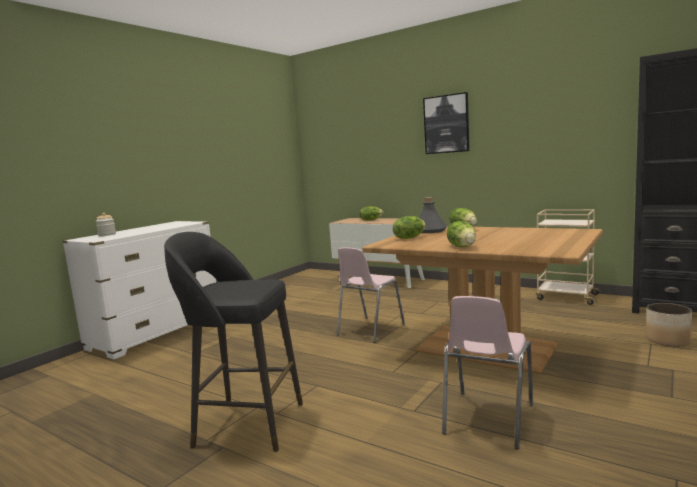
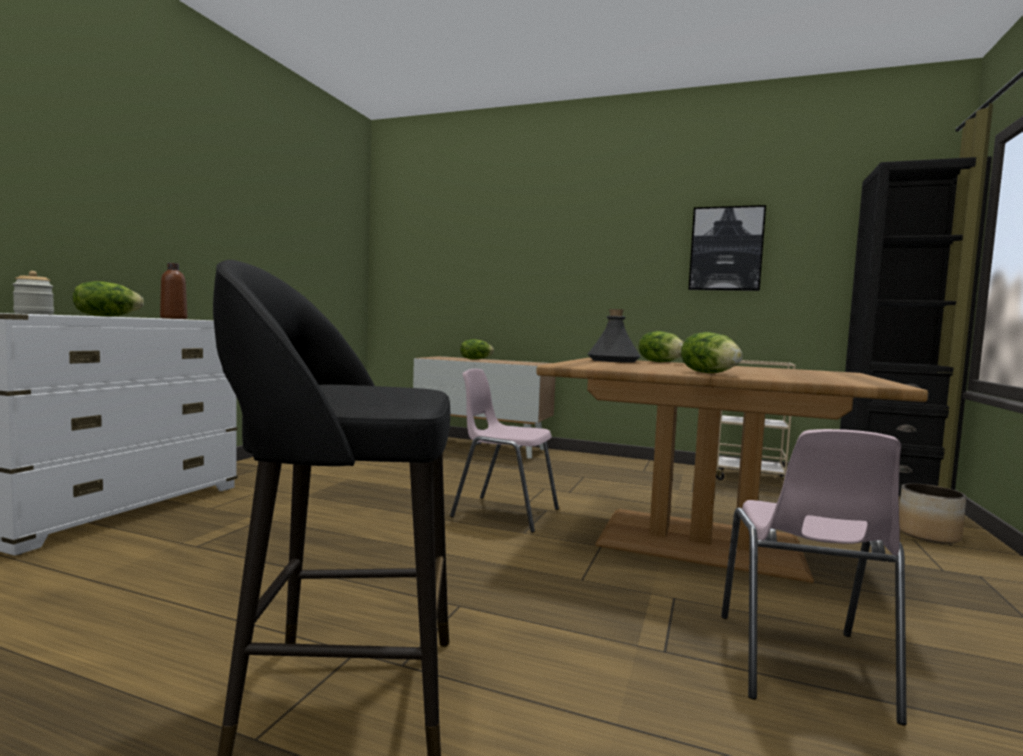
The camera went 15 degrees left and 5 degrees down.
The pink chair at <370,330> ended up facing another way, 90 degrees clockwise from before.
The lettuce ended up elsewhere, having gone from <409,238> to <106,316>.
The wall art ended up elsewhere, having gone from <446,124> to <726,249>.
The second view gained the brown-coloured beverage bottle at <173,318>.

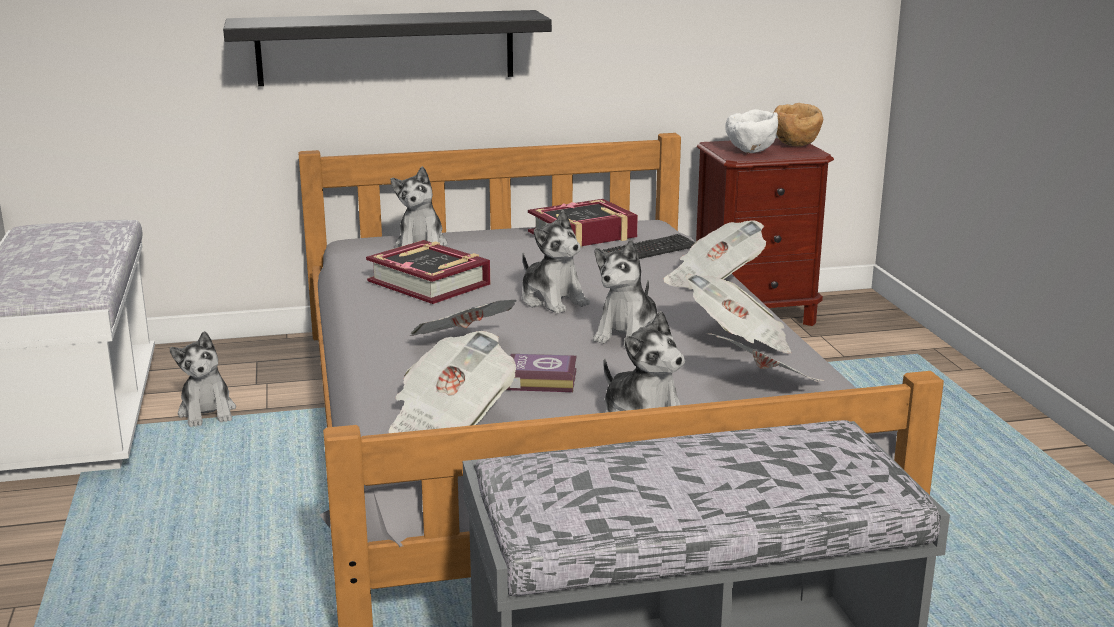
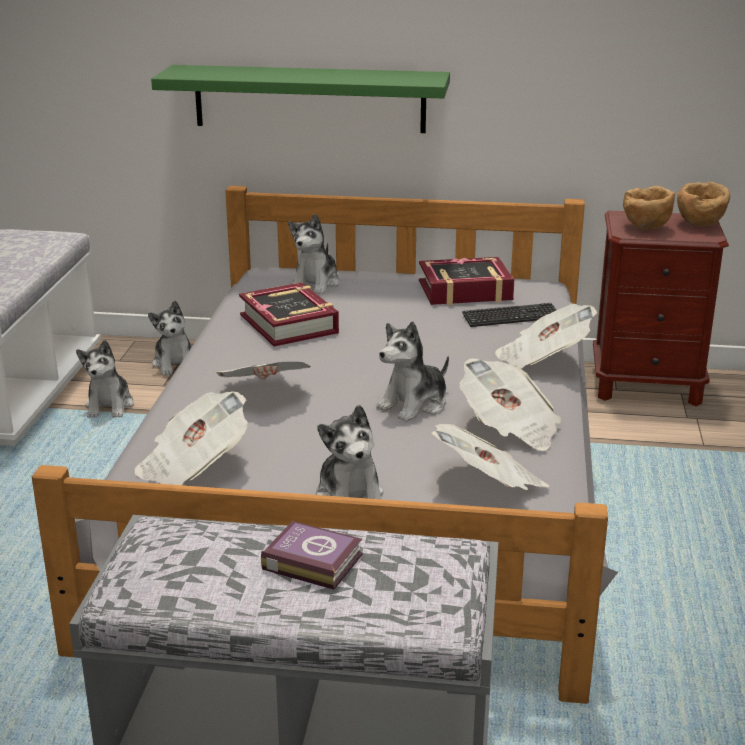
The camera went 20 degrees right and 5 degrees up.
What was the black-coloured shelf at <386,47> turned into the green shelf at <309,98>.
The bound book ended up elsewhere, having gone from <539,379> to <311,560>.
The cuddly toy ended up elsewhere, having gone from <553,300> to <175,364>.
What was the white serving bowl at <751,152> turned into the brown-coloured serving bowl at <646,228>.

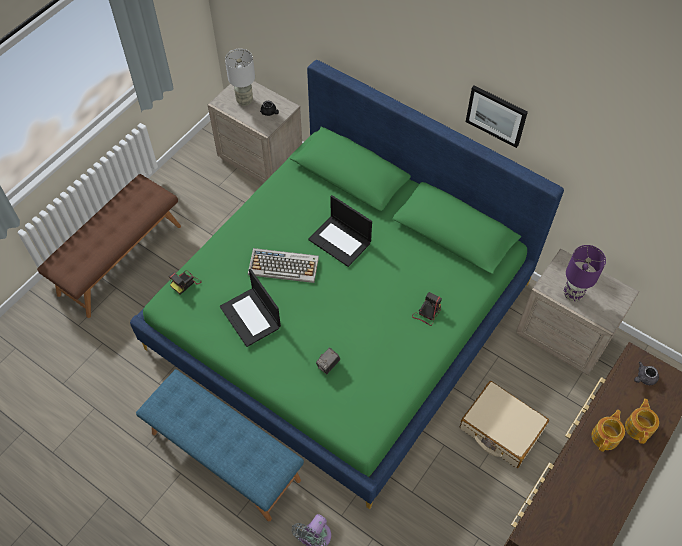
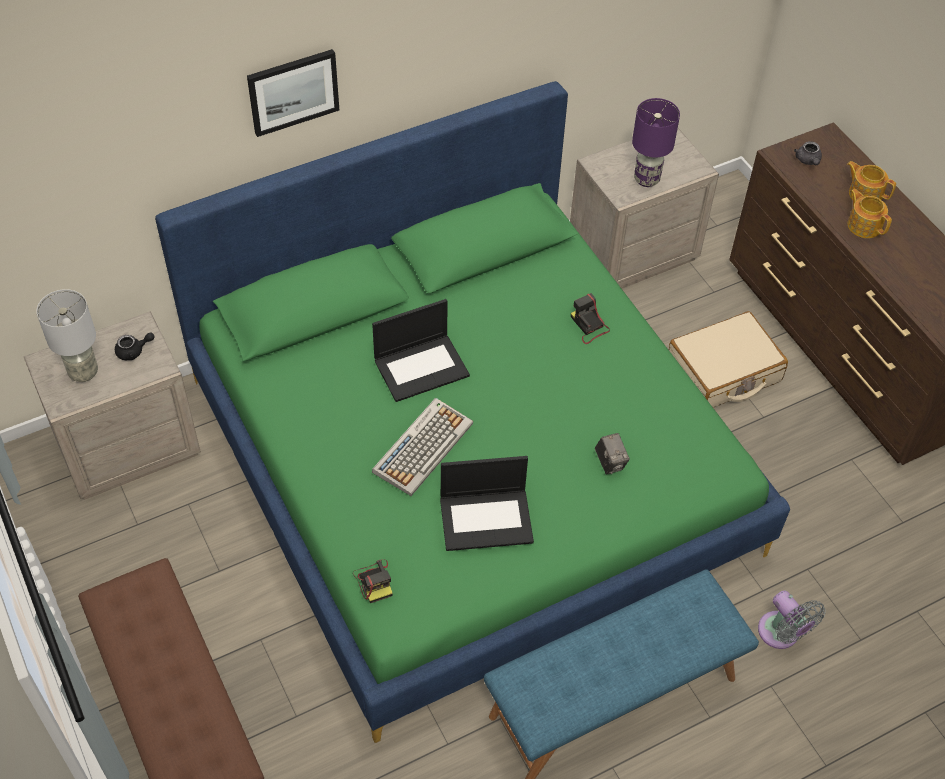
The camera went 65 degrees left and 5 degrees down.
The wall art ended up elsewhere, having gone from <496,115> to <293,91>.

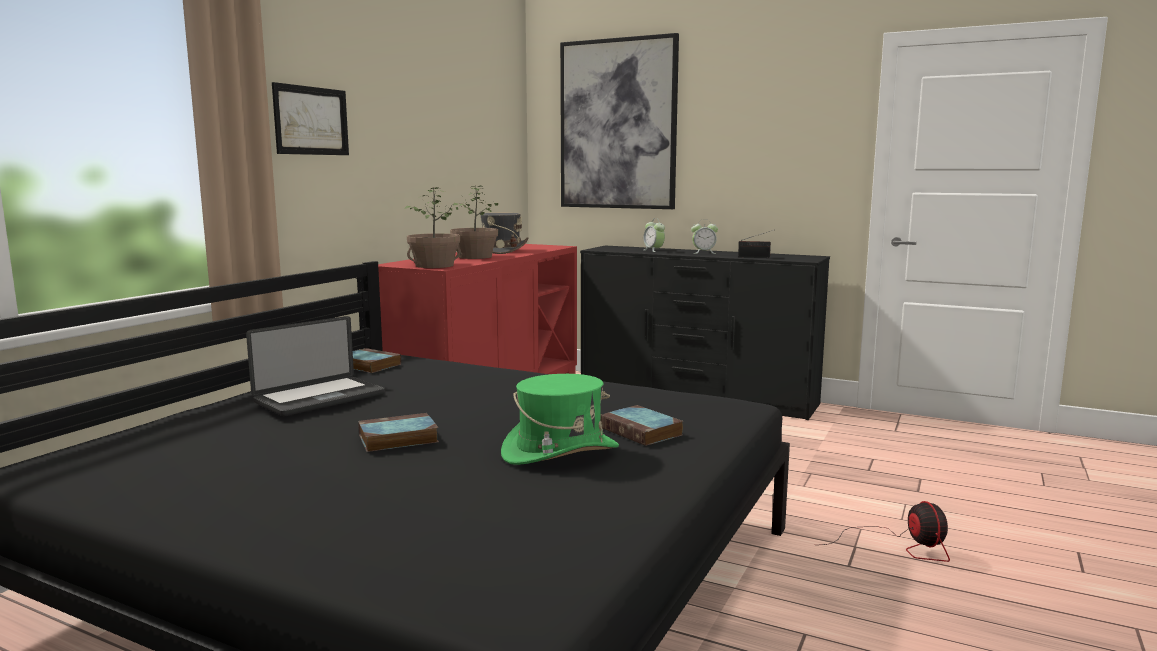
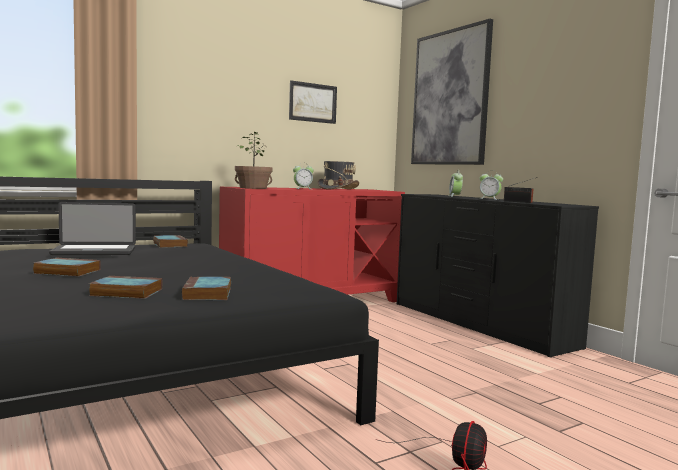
The camera went 30 degrees right and 5 degrees down.
The wall art ended up elsewhere, having gone from <311,121> to <313,102>.
Where the houseplant stood at <474,257>, the table clock came to stand at <303,188>.
Where the green hat stood at <560,451>, the bound book came to stand at <125,292>.

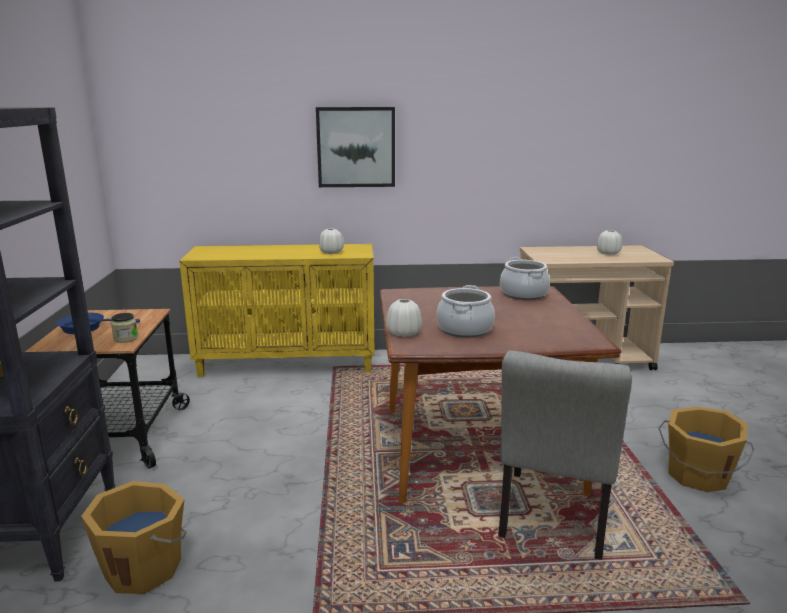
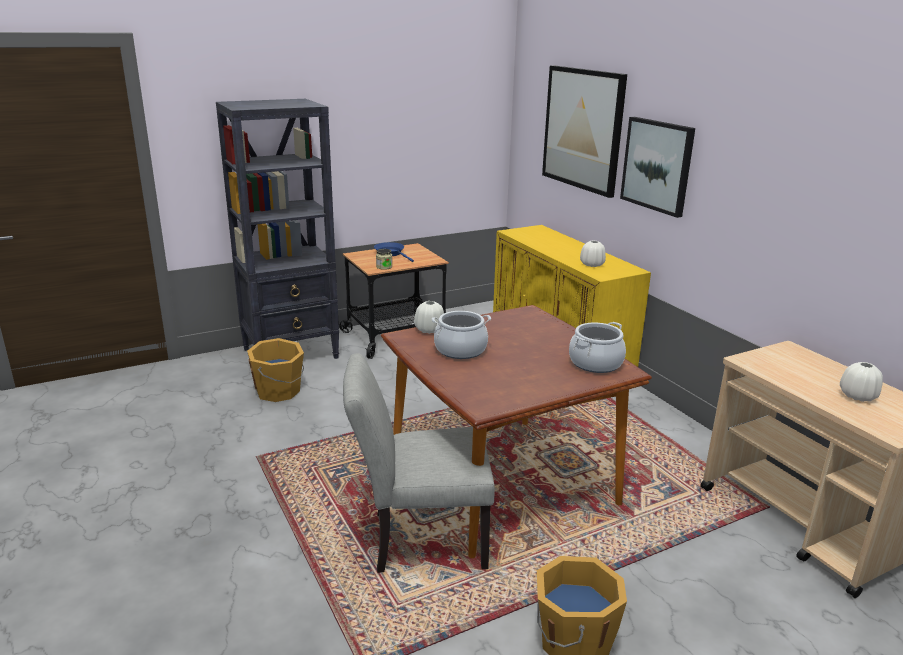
The camera went 65 degrees right and 5 degrees up.
The second view gained the wall art at <583,129>.

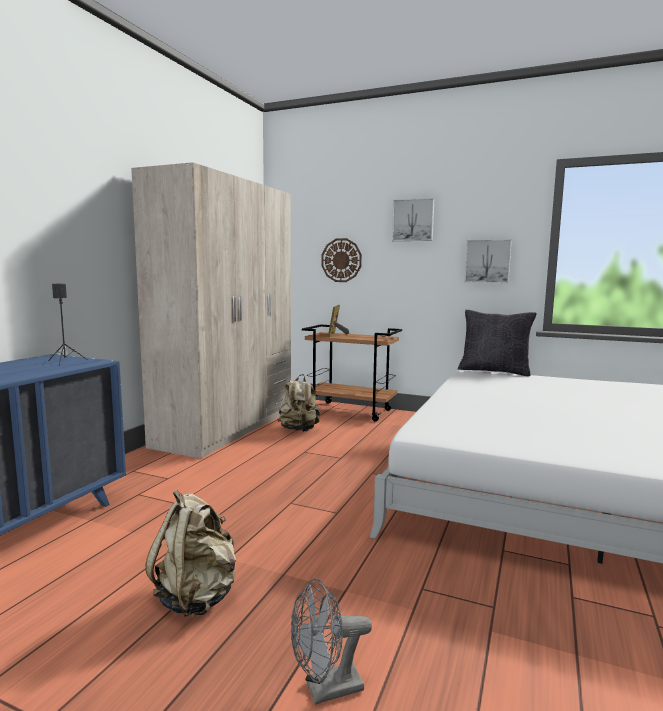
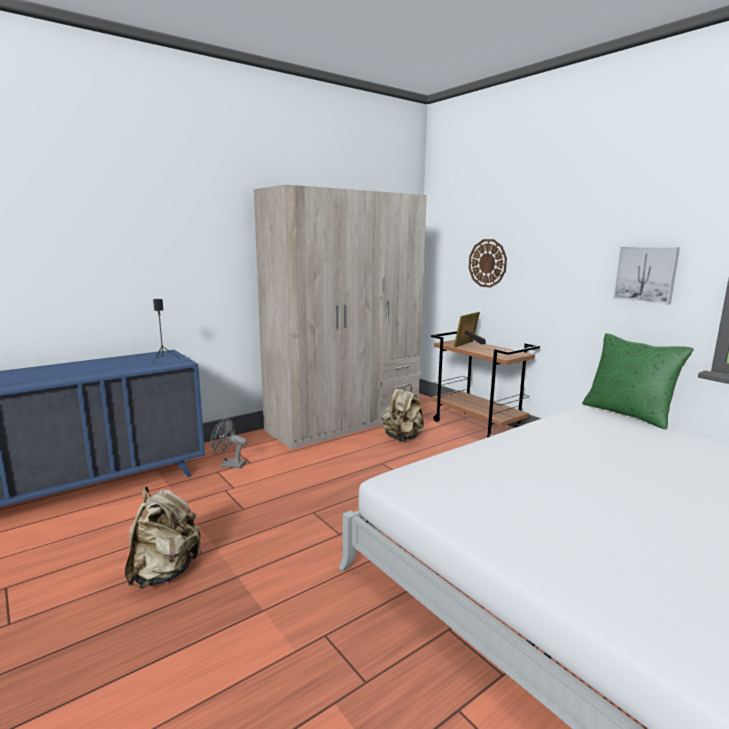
The camera went 30 degrees right and 5 degrees up.
The grey fan ended up elsewhere, having gone from <326,690> to <229,464>.
The second view lost the wall art at <413,220>.
What was the black-coloured pillow at <494,371> turned into the green pillow at <628,414>.

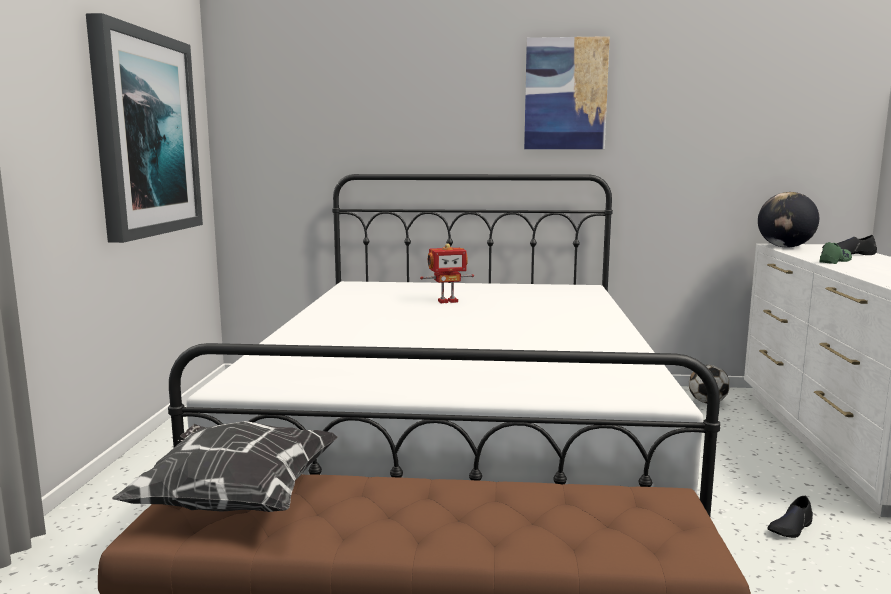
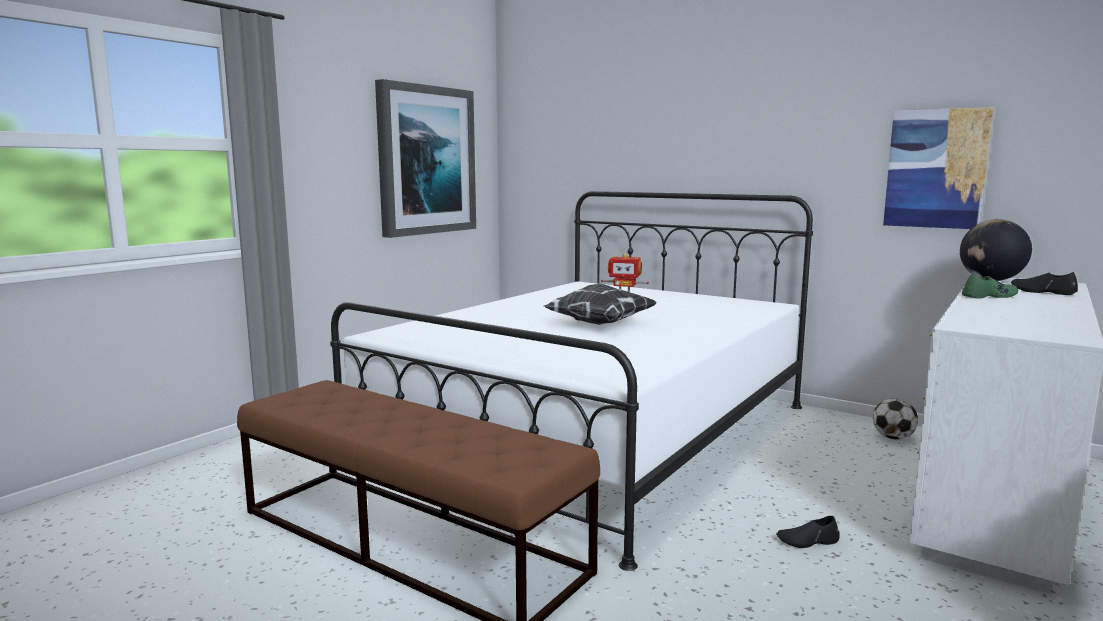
The camera went 30 degrees right and 0 degrees up.
The pillow ended up elsewhere, having gone from <235,500> to <599,324>.
The wall art ended up elsewhere, having gone from <565,94> to <936,169>.

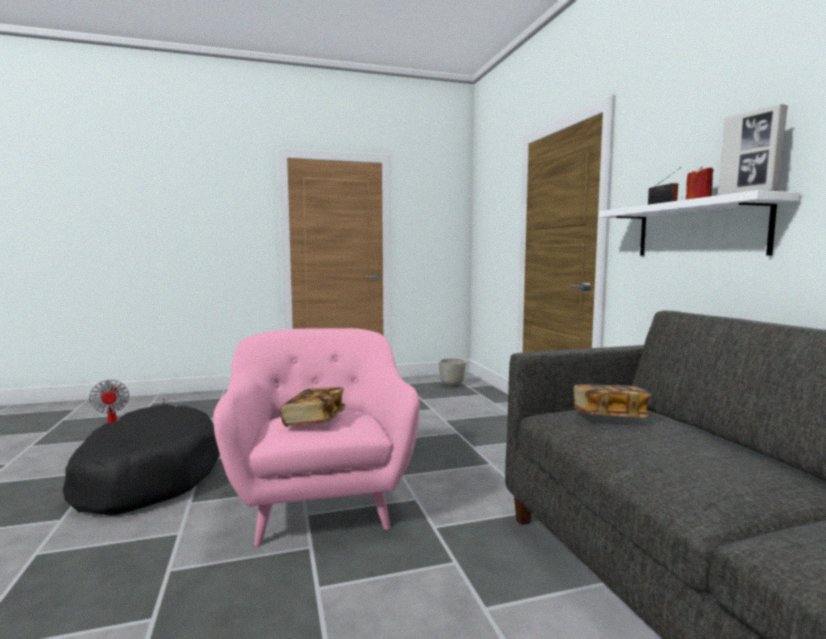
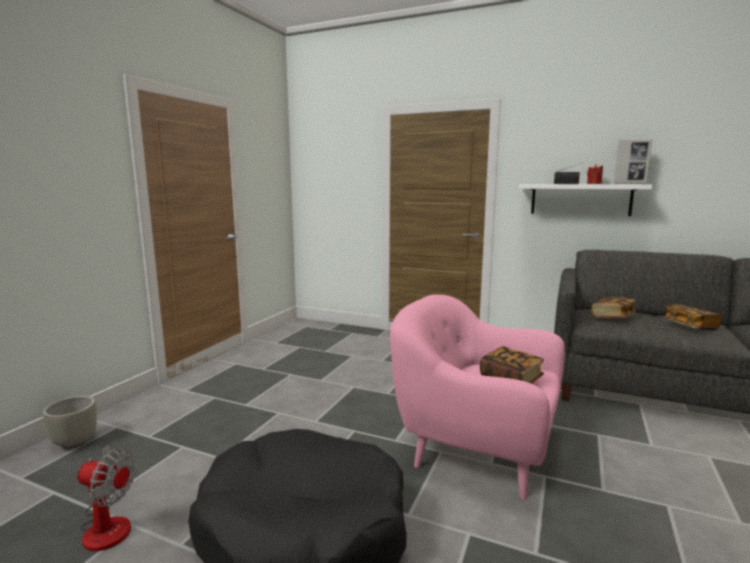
The camera went 50 degrees left and 5 degrees up.
The grey planter ended up elsewhere, having gone from <452,385> to <75,442>.
The second view gained the bound book at <690,326>.

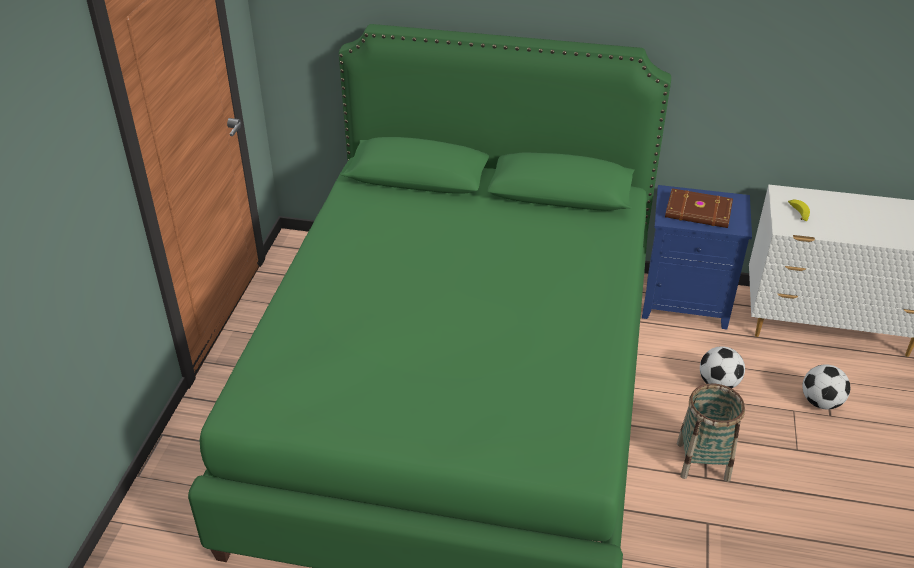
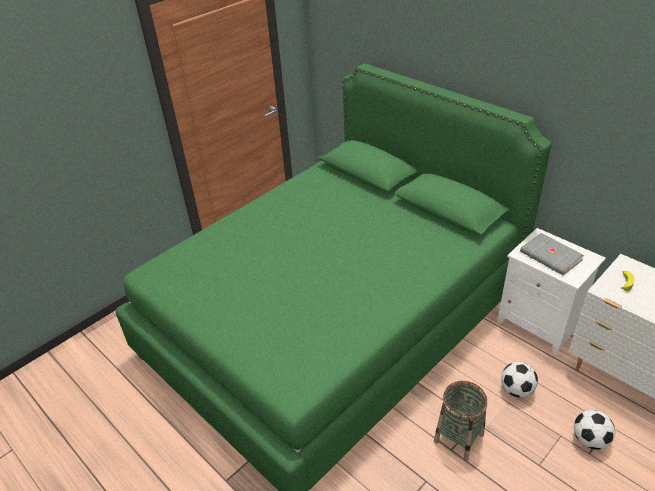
The camera went 35 degrees right and 0 degrees up.
What was the bluish bedside table at <686,302> turned into the white bedside table at <540,324>.
What was the brown-coloured bound book at <698,212> turned into the grey bound book at <550,256>.

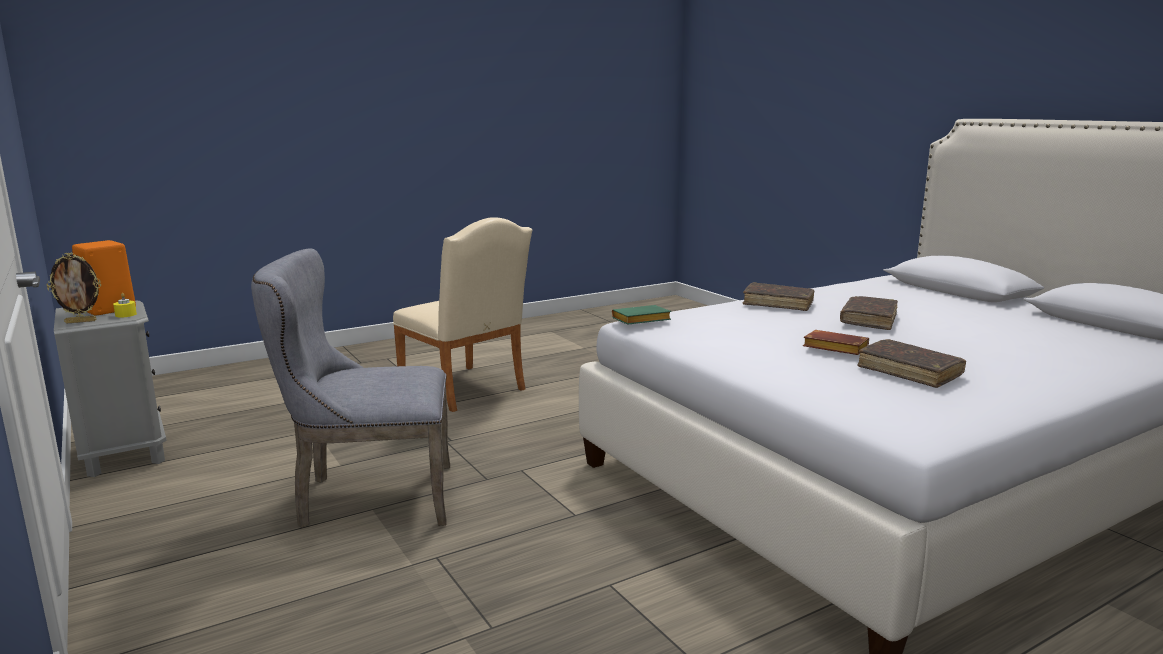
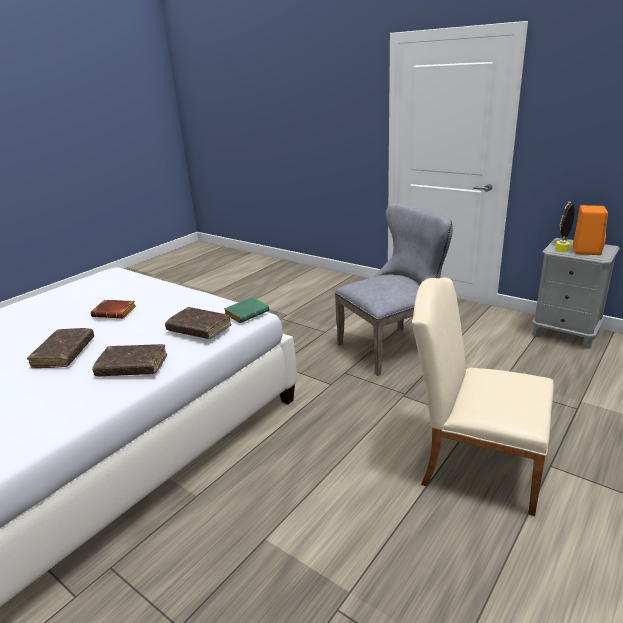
The camera went 160 degrees right and 10 degrees up.
The brown-coloured bound book ended up elsewhere, having gone from <909,372> to <199,329>.

